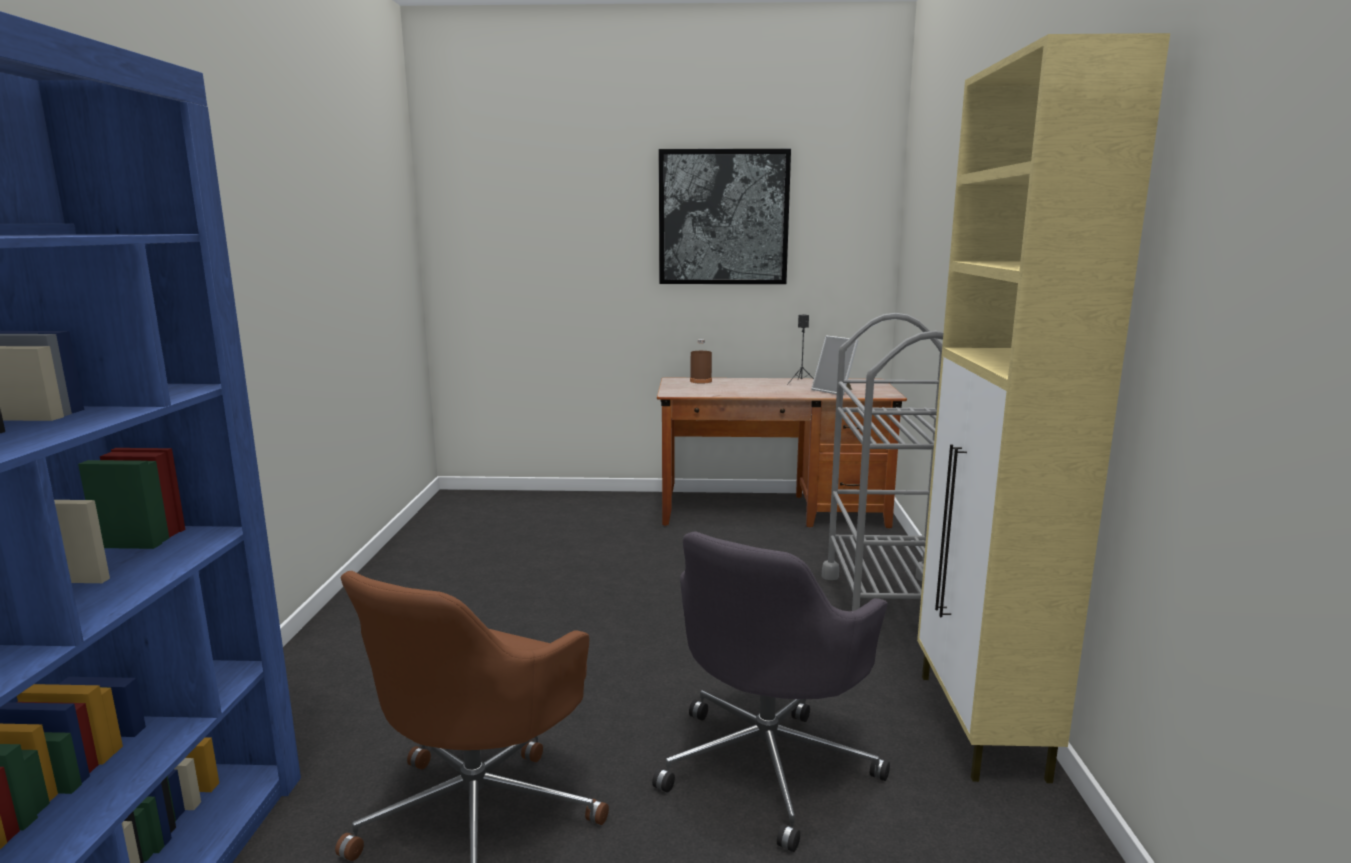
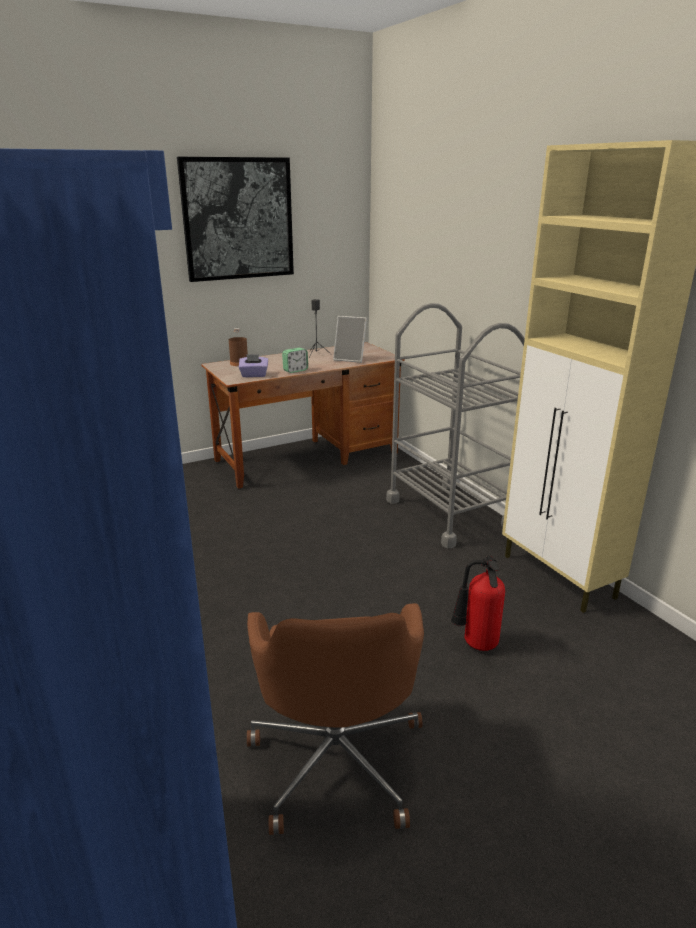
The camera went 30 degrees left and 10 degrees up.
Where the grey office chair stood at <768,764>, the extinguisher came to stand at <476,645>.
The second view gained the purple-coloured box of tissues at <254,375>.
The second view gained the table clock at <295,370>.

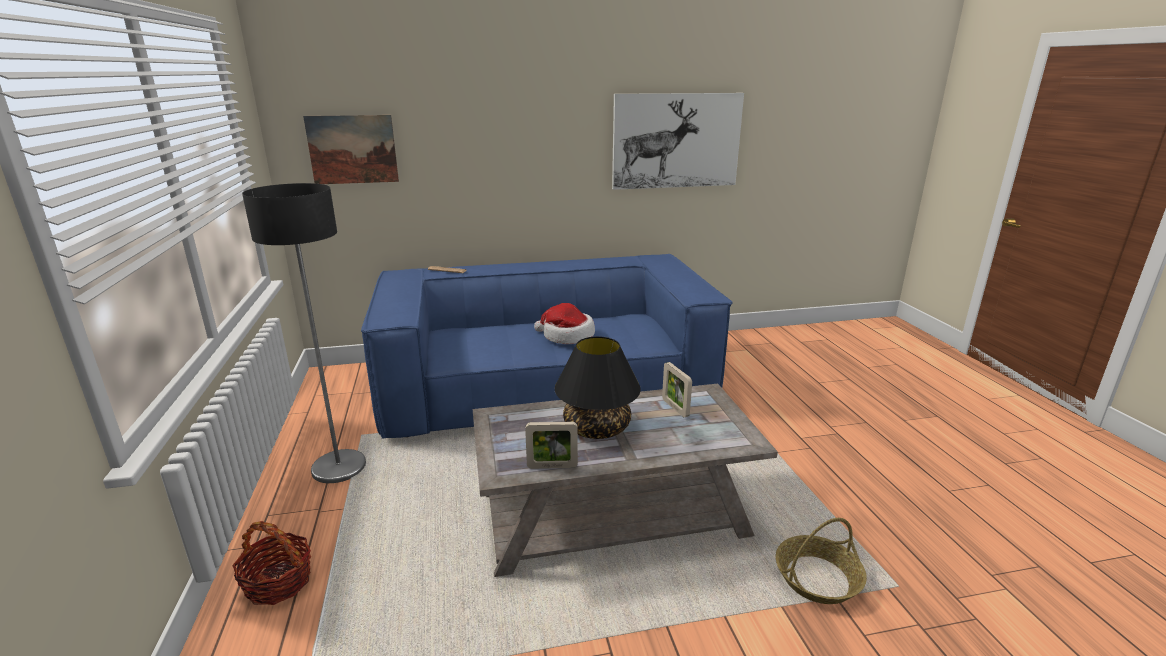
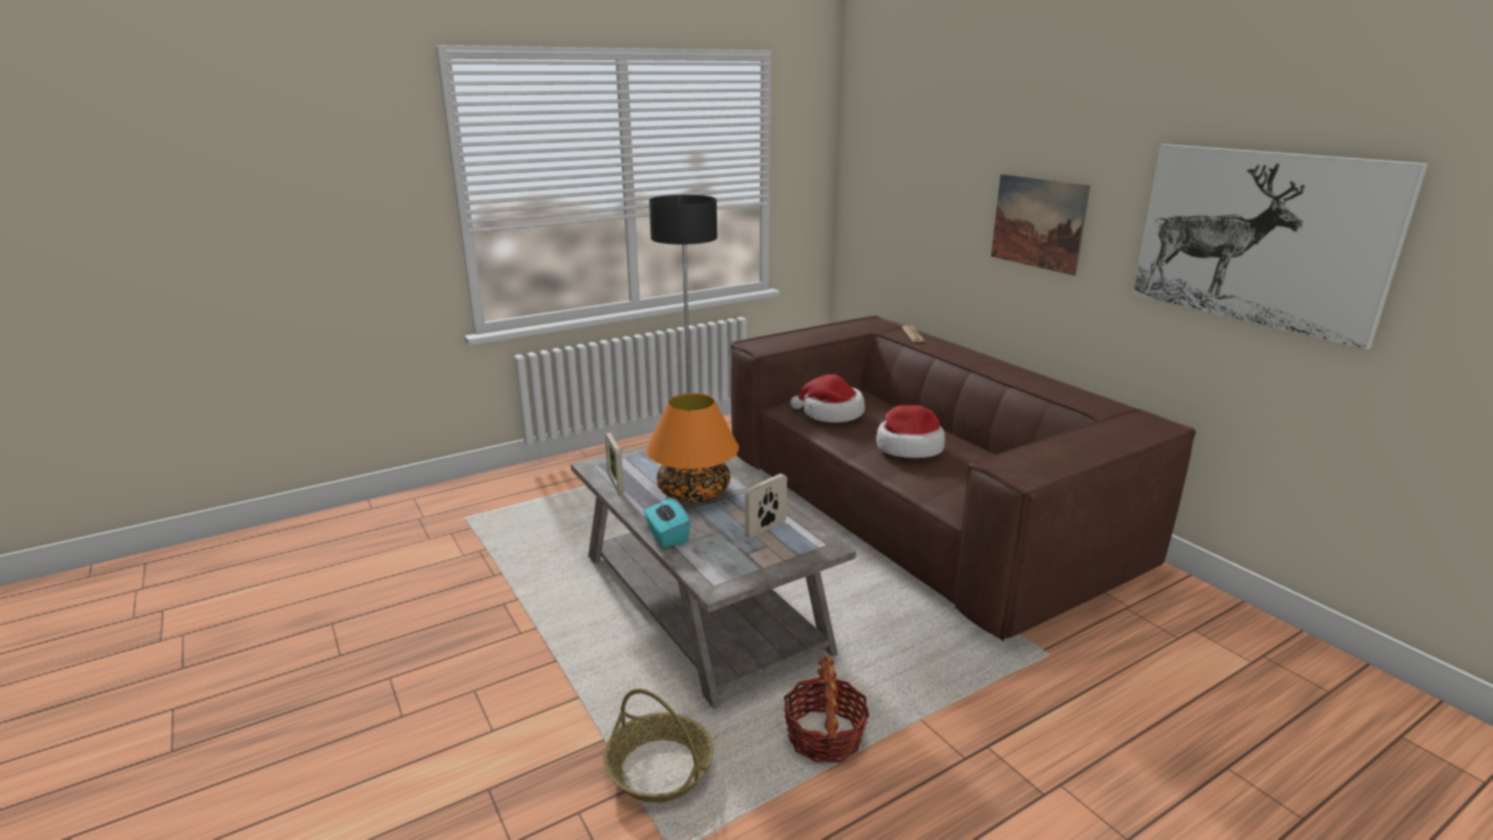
The camera went 70 degrees right and 0 degrees up.
The household basket ended up elsewhere, having gone from <278,582> to <824,737>.
The wall art ended up elsewhere, having gone from <352,149> to <1038,223>.
What was the bluish settee at <546,385> turned into the brown-coloured settee at <919,508>.
What was the black-coloured tabletop lamp at <597,428> turned into the orange tabletop lamp at <693,493>.
The second view gained the turquoise box of tissues at <667,536>.
The second view gained the hat at <831,413>.

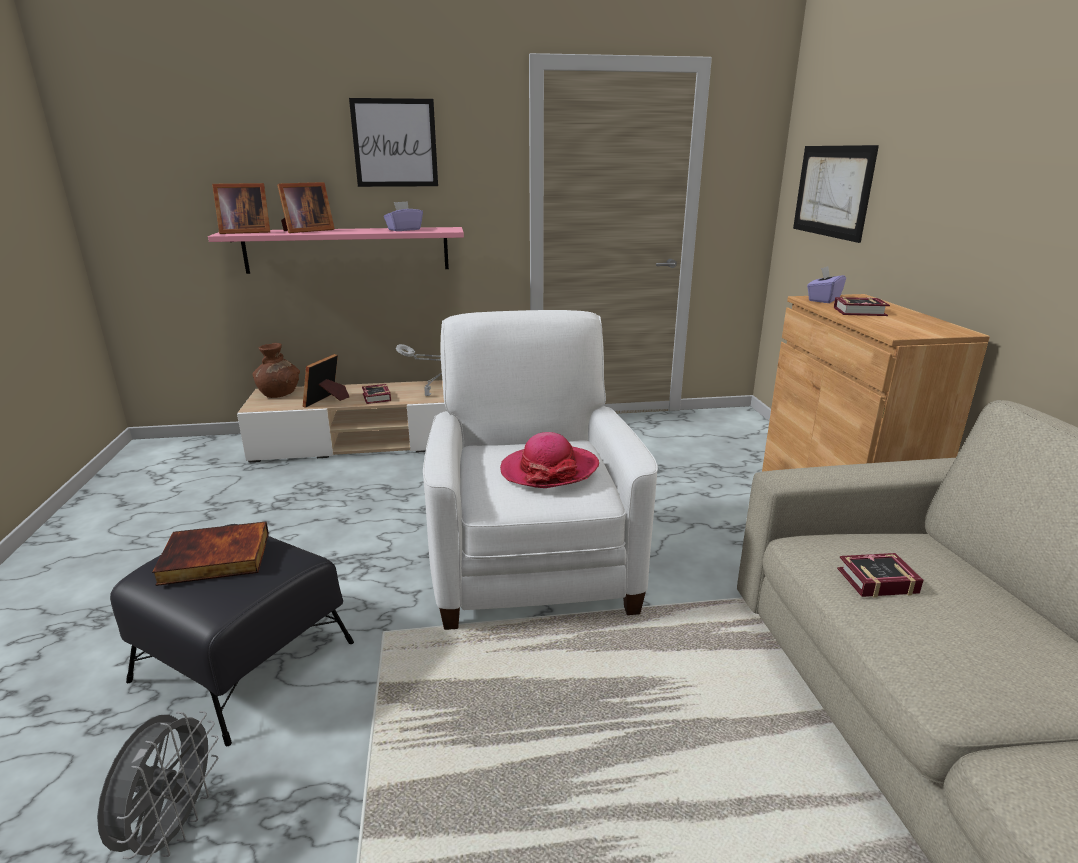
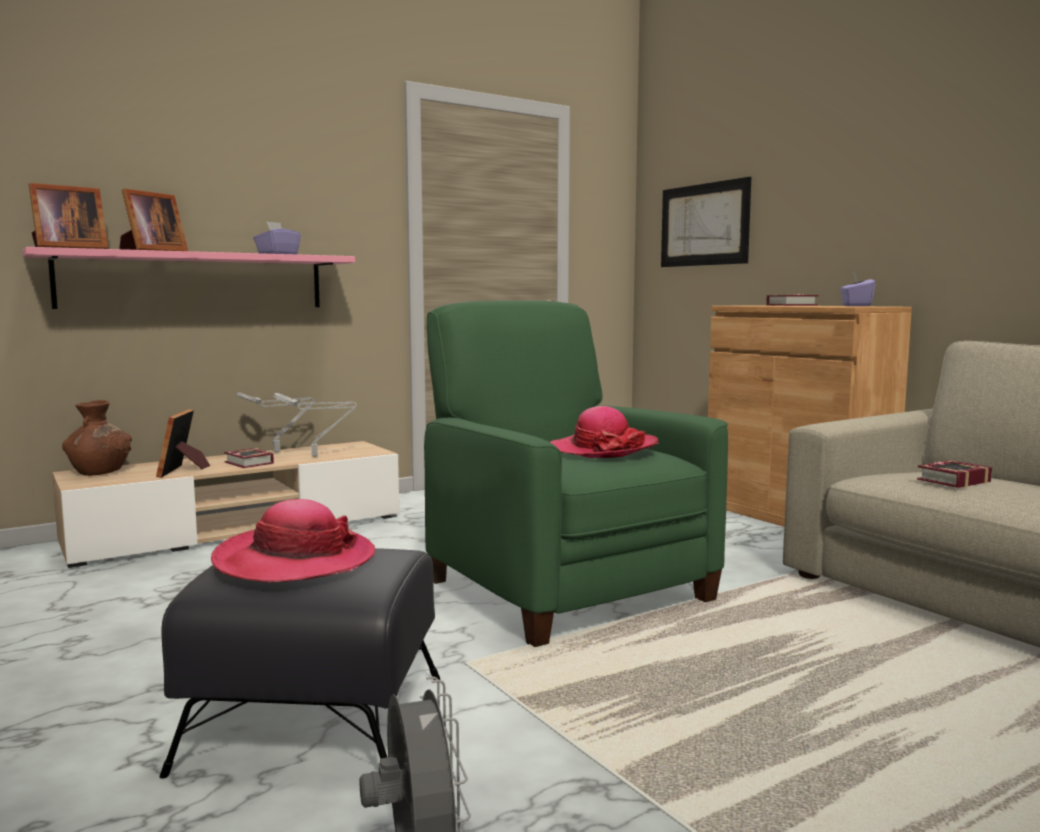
The camera went 25 degrees left and 15 degrees down.
Where the bound book stood at <214,559>, the hat came to stand at <295,561>.
The second view lost the wall art at <395,143>.
What was the white armchair at <532,566> turned into the green armchair at <565,589>.
The purple-coloured box of tissues ended up elsewhere, having gone from <823,299> to <855,306>.
The second view gained the grey tabletop lamp at <279,452>.

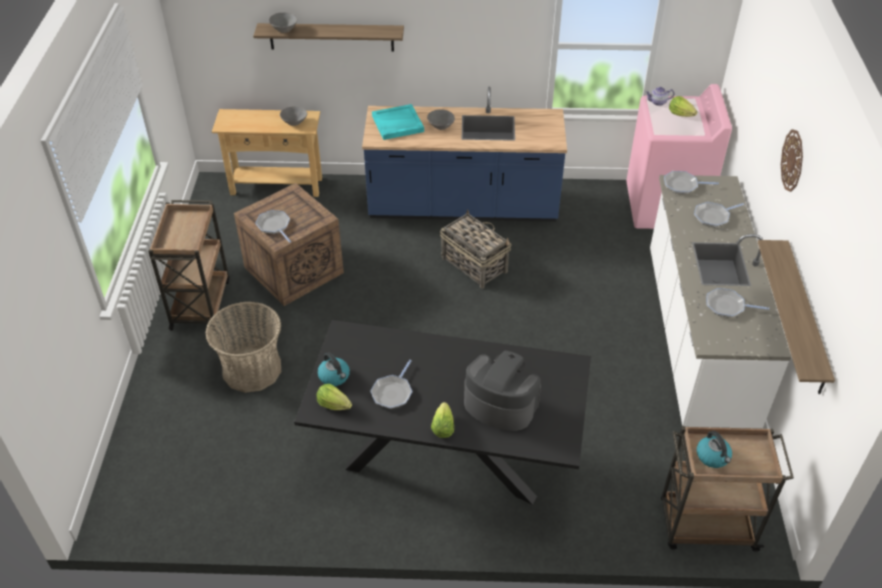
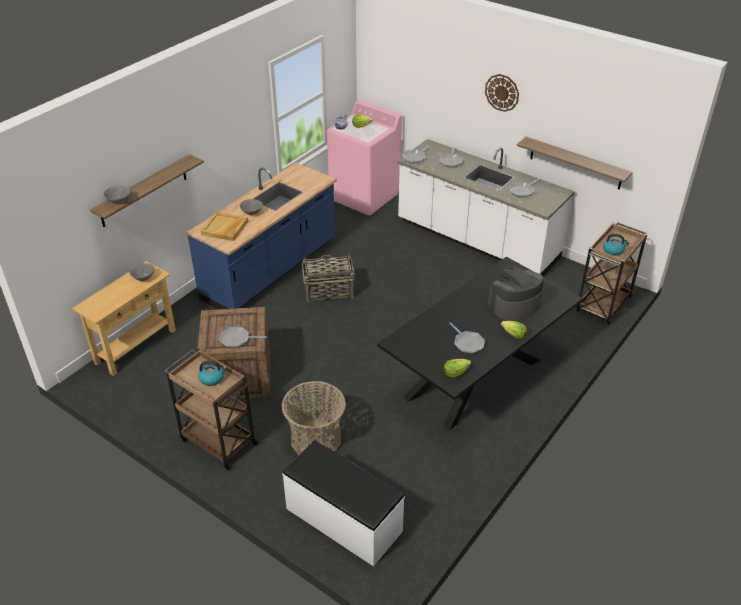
The camera went 55 degrees left and 5 degrees down.
The tea kettle ended up elsewhere, having gone from <334,376> to <212,378>.
What was the turquoise tray at <397,124> turned into the beige tray at <224,228>.
The second view gained the white indoor bench at <343,520>.

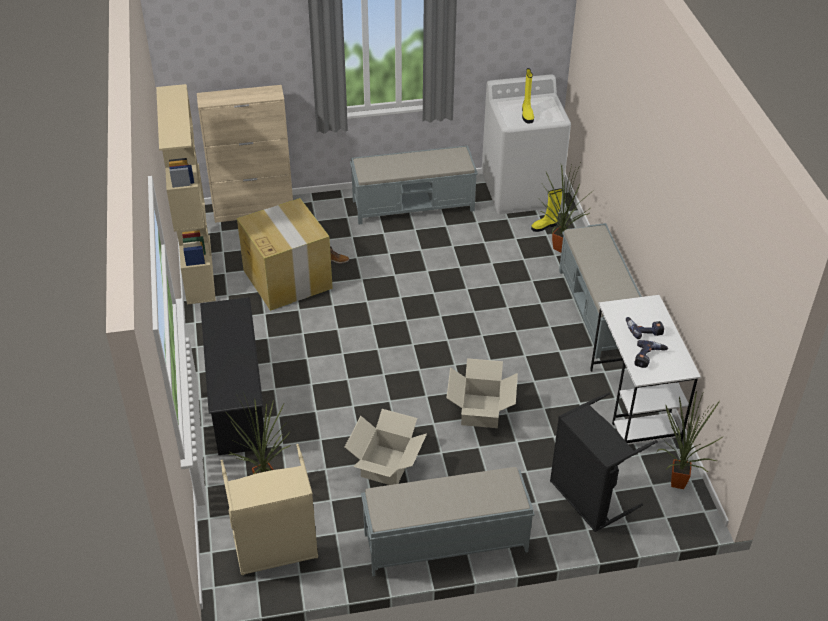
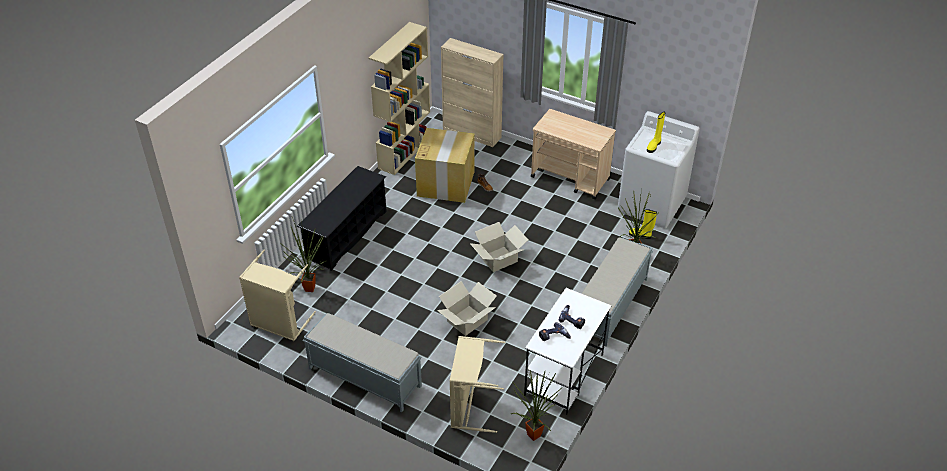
The camera went 40 degrees right and 0 degrees up.
The packing box ended up elsewhere, having gone from <386,465> to <499,259>.
Where the grey indoor bench stood at <414,205>, the beige trolley came to stand at <570,178>.
What was the black-coloured washing basket at <588,498> turned into the beige washing basket at <470,407>.

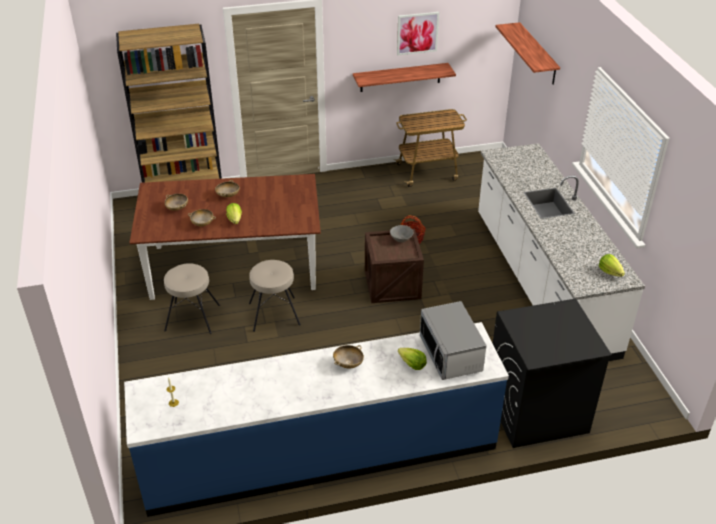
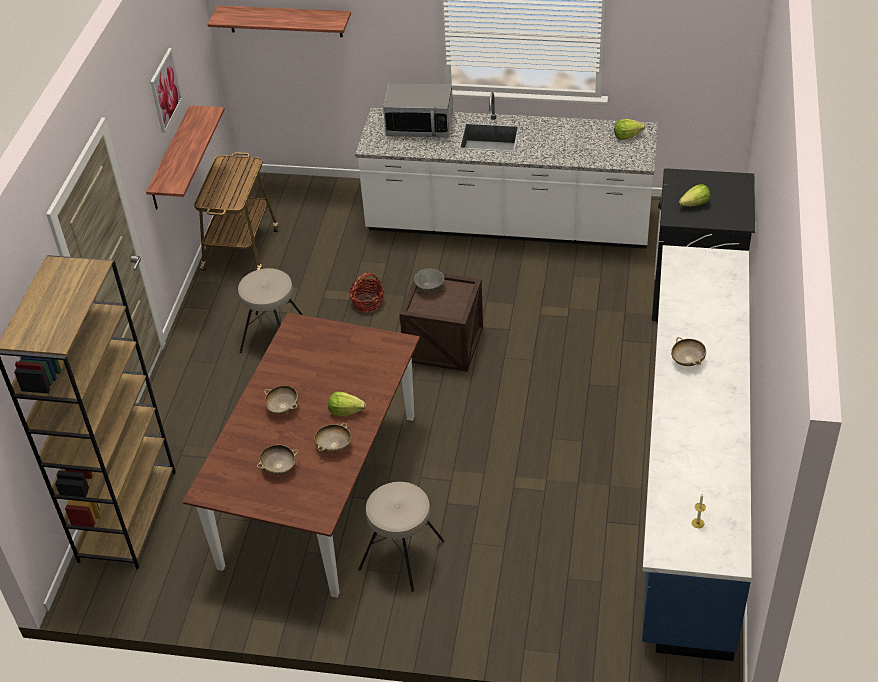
The camera went 65 degrees left and 5 degrees up.
The beige sitting stool ended up elsewhere, having gone from <274,314> to <273,335>.
The lettuce ended up elsewhere, having gone from <412,364> to <695,204>.
The microwave oven ended up elsewhere, having gone from <451,354> to <420,126>.

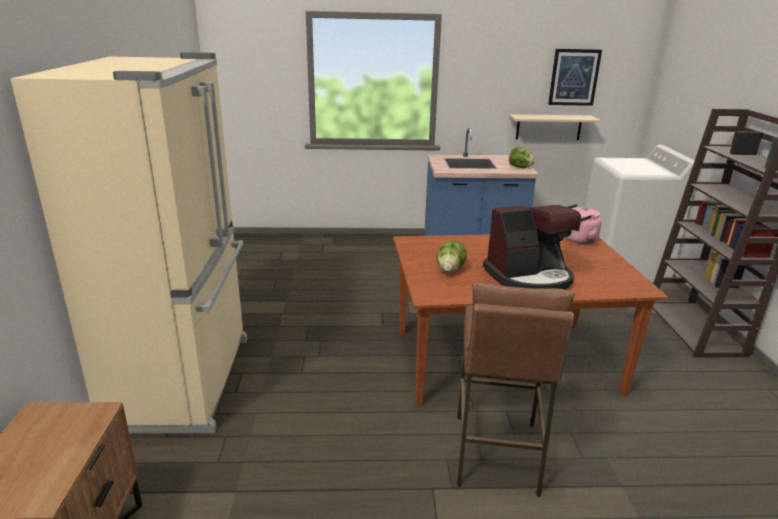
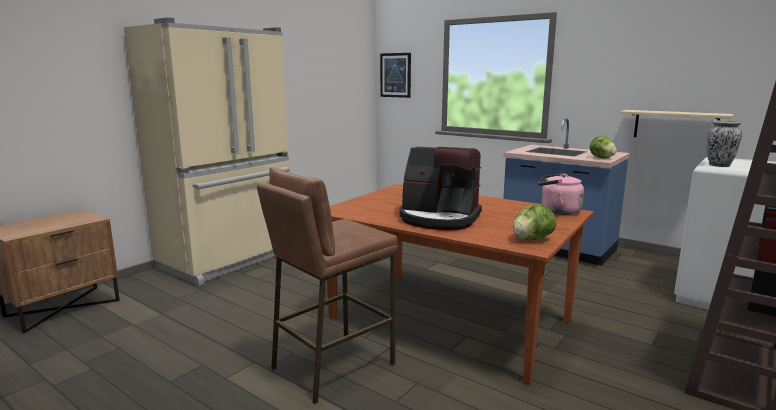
The camera went 40 degrees right and 10 degrees down.
The lettuce ended up elsewhere, having gone from <450,270> to <531,239>.
The wall art ended up elsewhere, having gone from <574,77> to <395,75>.
The second view gained the vase at <719,165>.

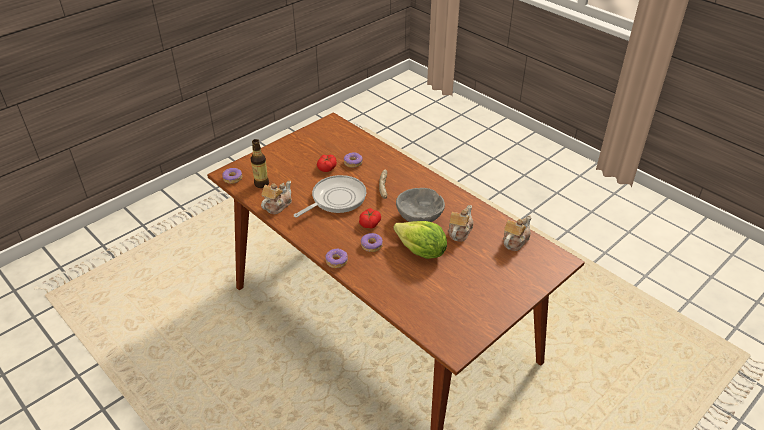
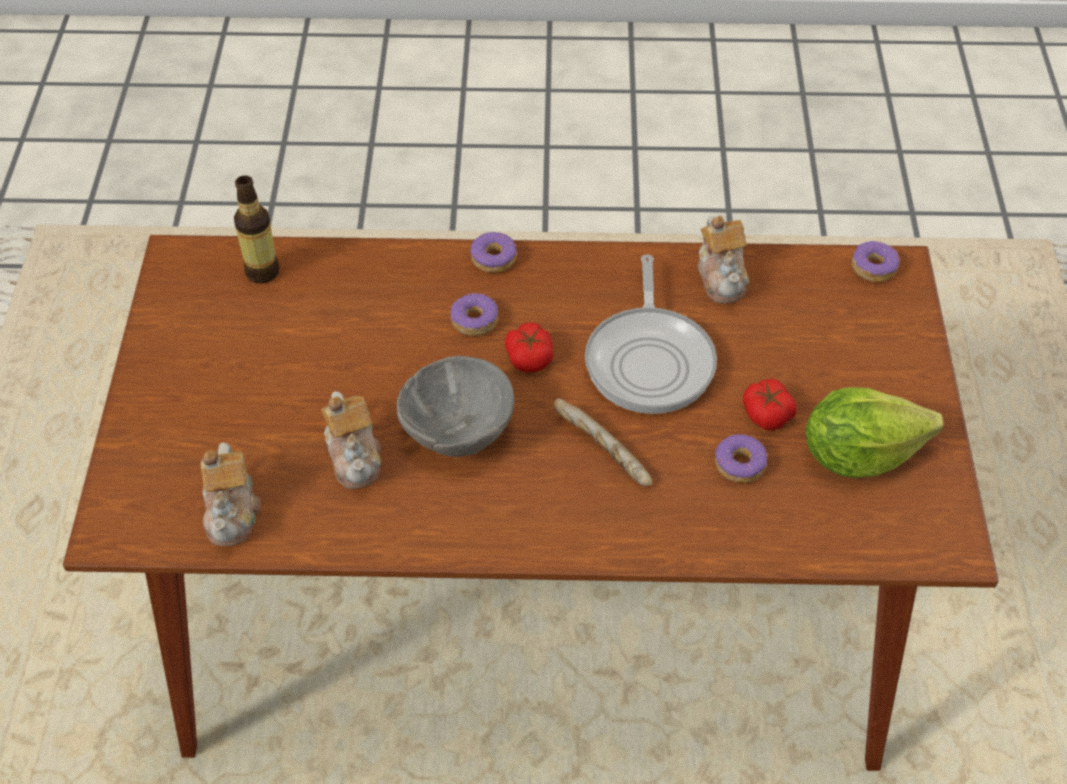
The camera went 135 degrees right and 10 degrees up.
The beverage bottle ended up elsewhere, having gone from <261,184> to <262,272>.
The lettuce ended up elsewhere, having gone from <421,252> to <858,454>.

